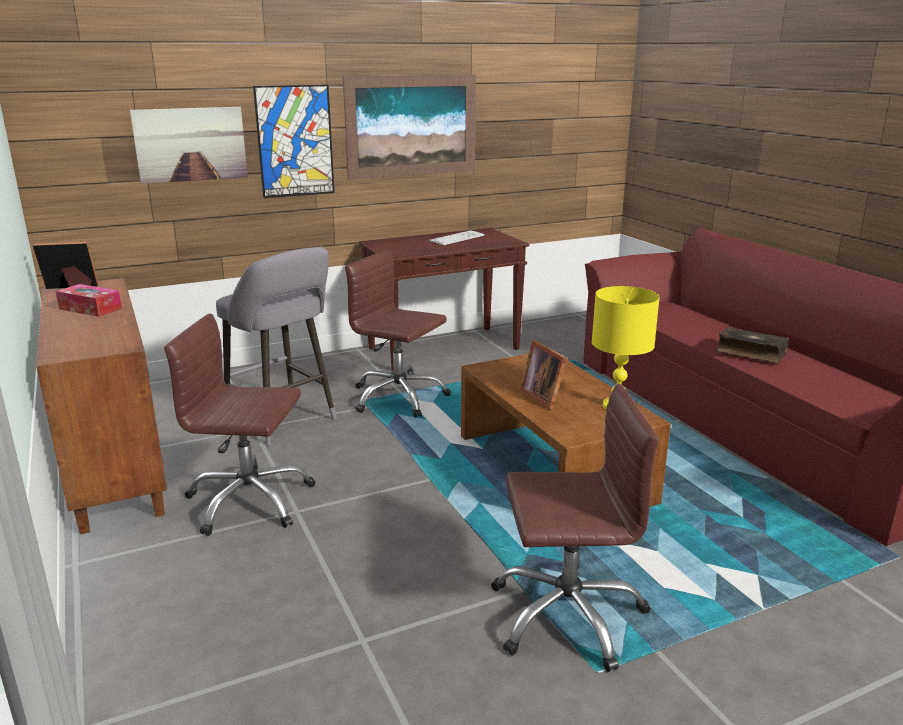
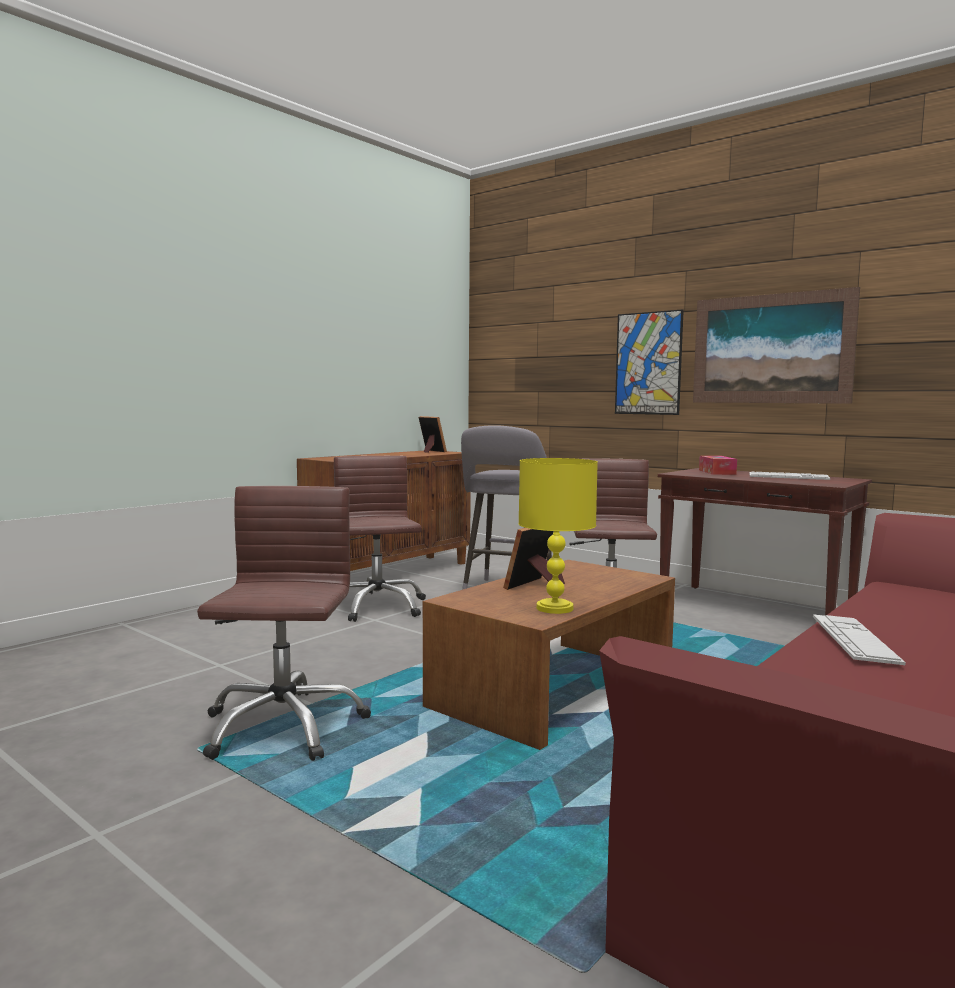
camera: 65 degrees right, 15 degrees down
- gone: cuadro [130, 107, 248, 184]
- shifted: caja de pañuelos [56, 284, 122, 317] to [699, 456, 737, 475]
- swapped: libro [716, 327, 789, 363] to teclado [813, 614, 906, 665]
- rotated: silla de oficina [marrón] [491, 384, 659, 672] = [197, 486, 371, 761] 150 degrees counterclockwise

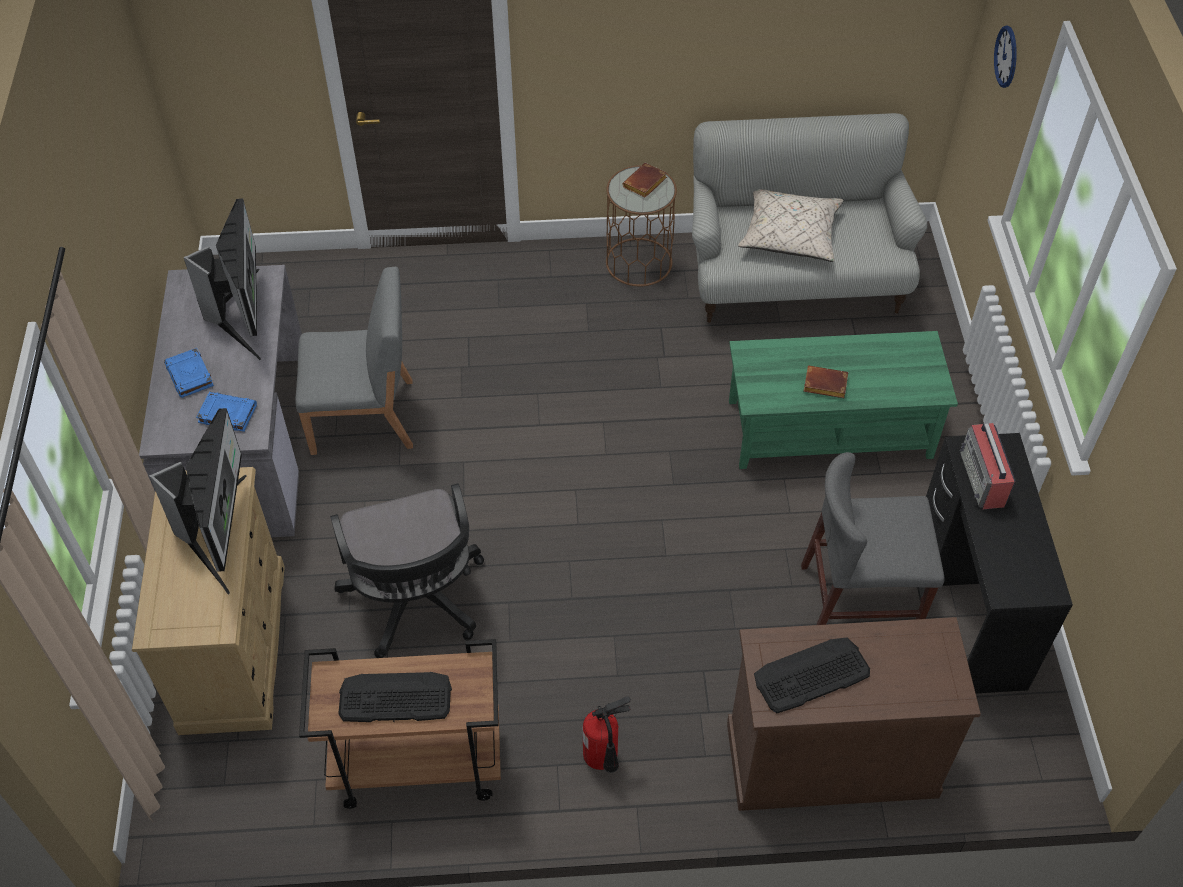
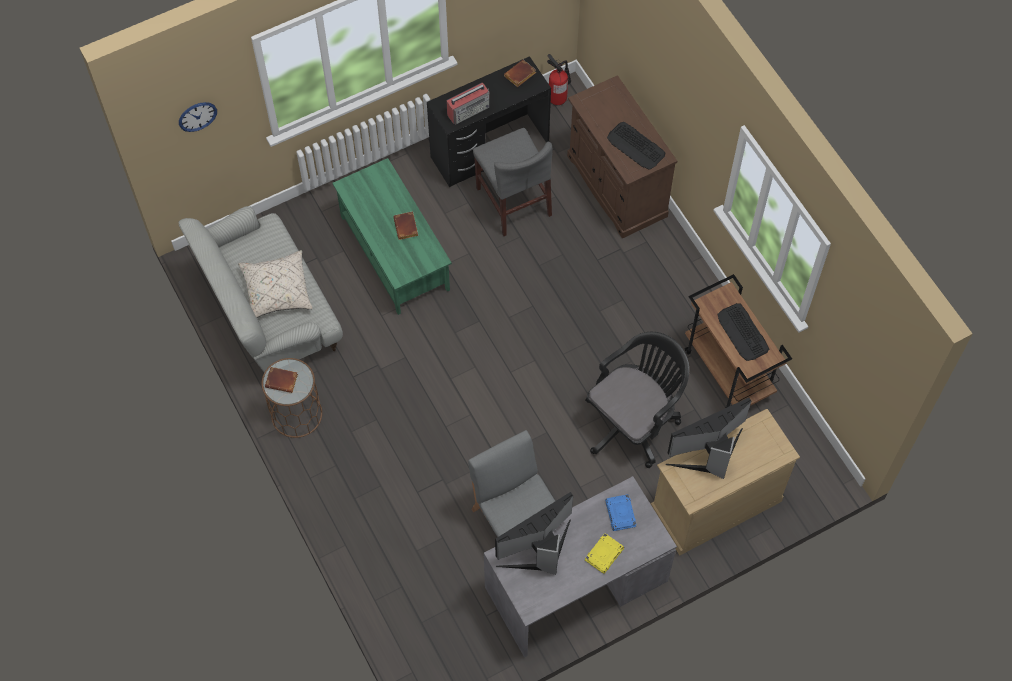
camera: 115 degrees left, 10 degrees up
- repainted: libro [azul] [164, 348, 214, 398] to libro [amarillo] [585, 533, 624, 574]
- shifted: extintor [583, 696, 631, 773] to [547, 54, 571, 105]
- new: libro [marrón] [504, 60, 536, 87]

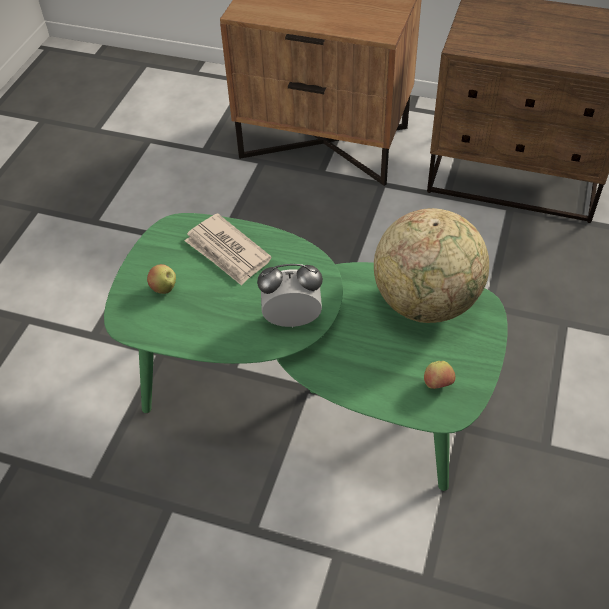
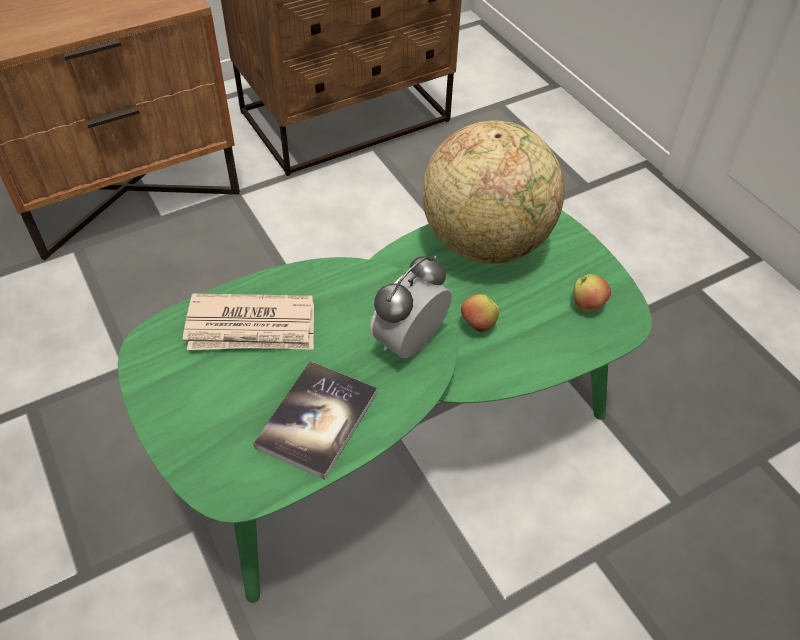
camera: 50 degrees left, 0 degrees up
- shifted: manzana [147, 264, 176, 294] to [461, 294, 499, 332]
- new: libro [253, 361, 377, 480]

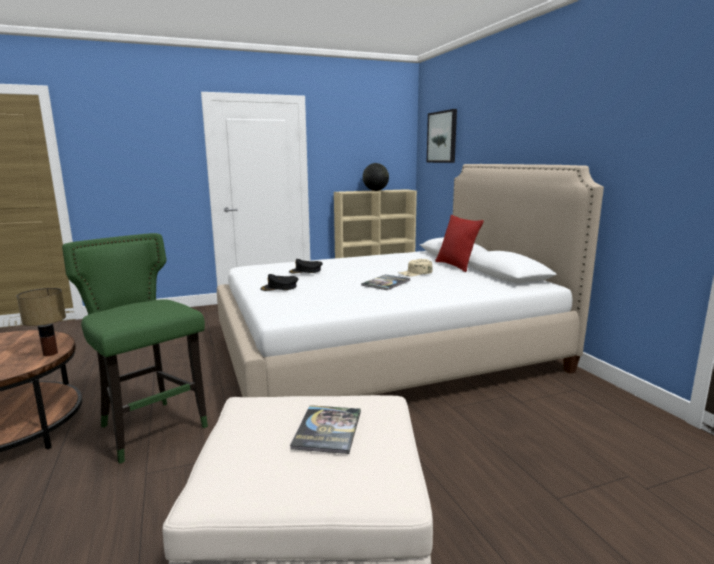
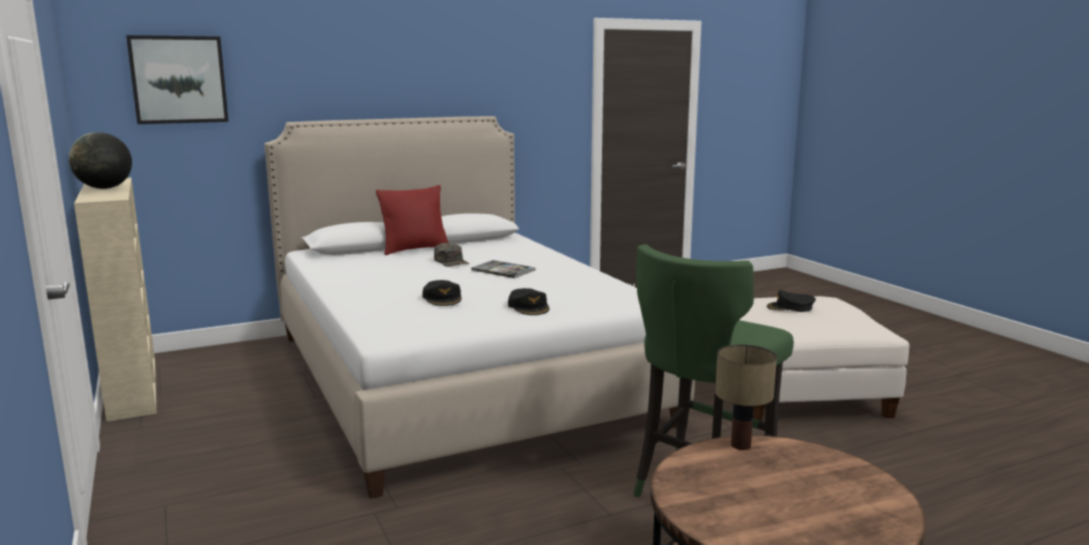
camera: 95 degrees left, 0 degrees up
- repainted: gorra [beis] [398, 259, 433, 277] to gorra [verde] [434, 243, 469, 267]
- swapped: libro [290, 405, 361, 454] to gorra [negro] [767, 290, 816, 312]

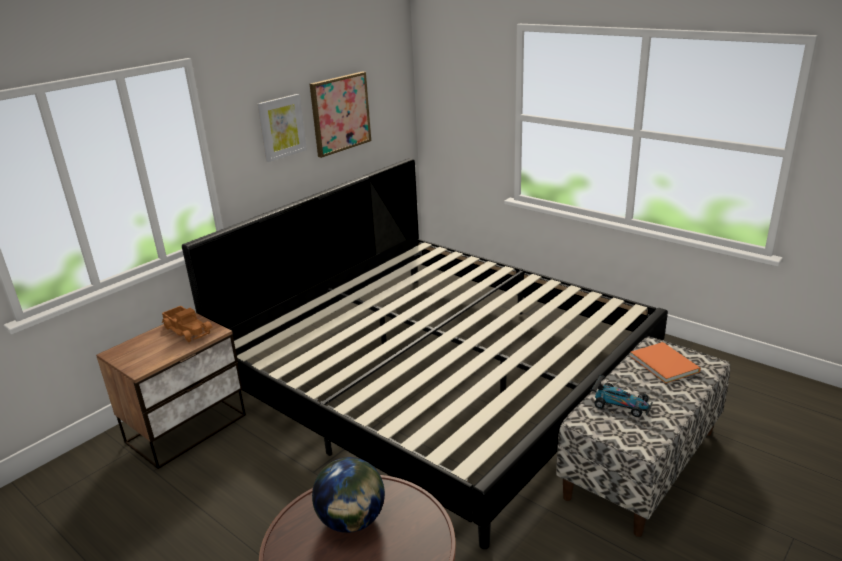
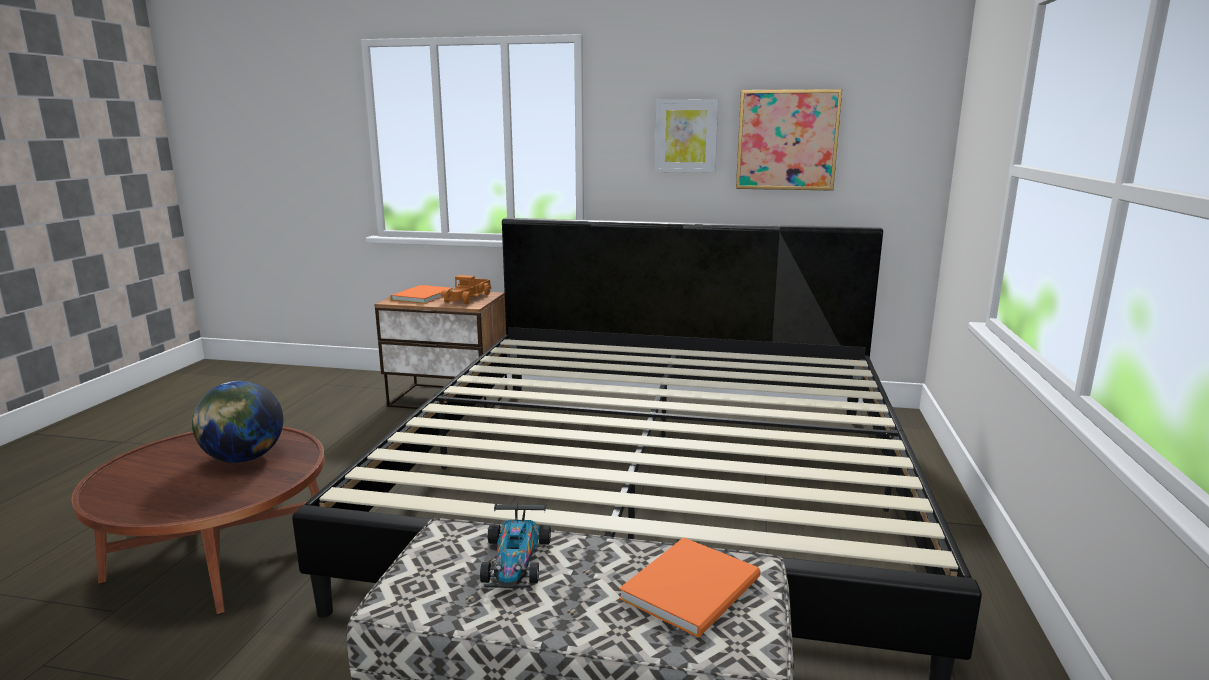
camera: 60 degrees right, 10 degrees down
- new: libro [naranja] [390, 285, 453, 304]

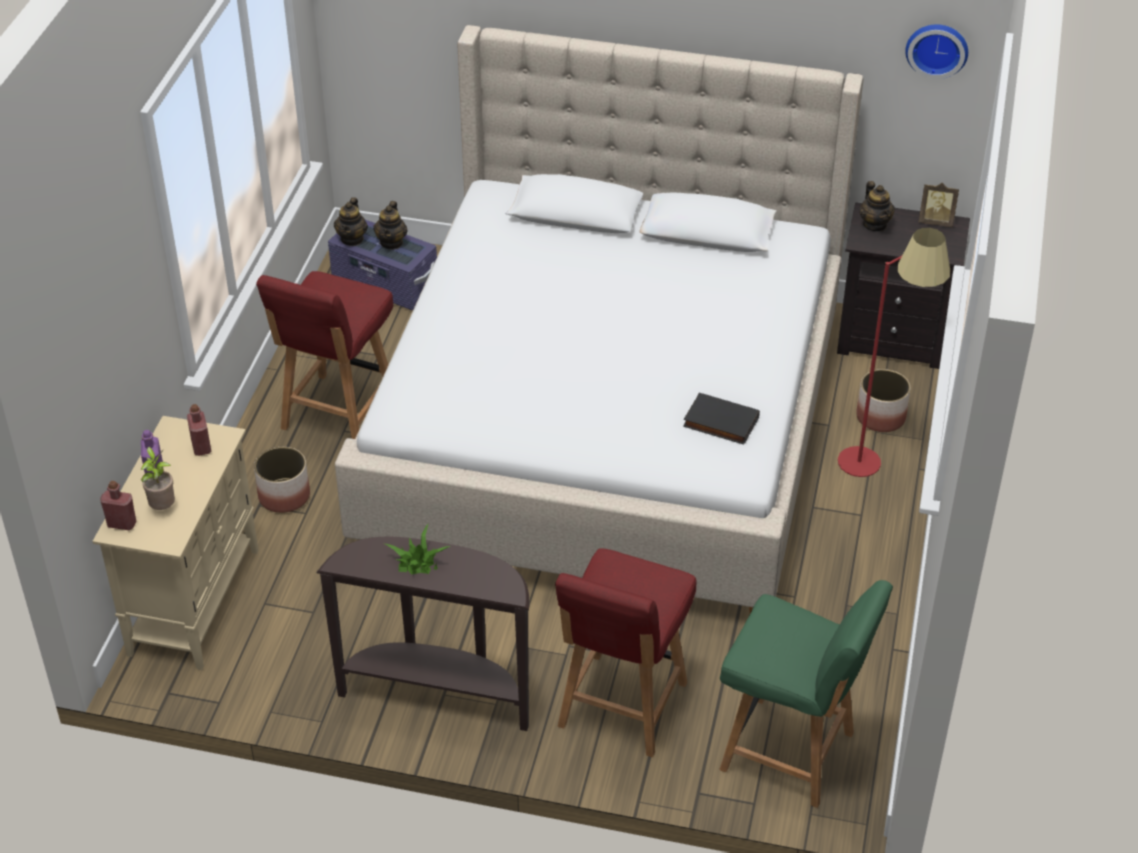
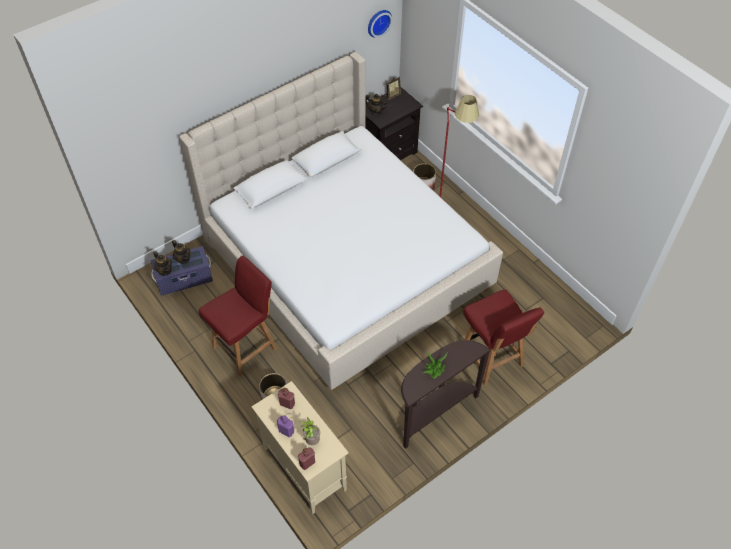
camera: 50 degrees left, 10 degrees up
- rotated: silla [rojo] [256, 271, 393, 439] = [199, 256, 277, 377] 105 degrees counterclockwise
- gone: libro [negro] [683, 393, 760, 445]
- gone: silla [verde] [720, 580, 893, 808]

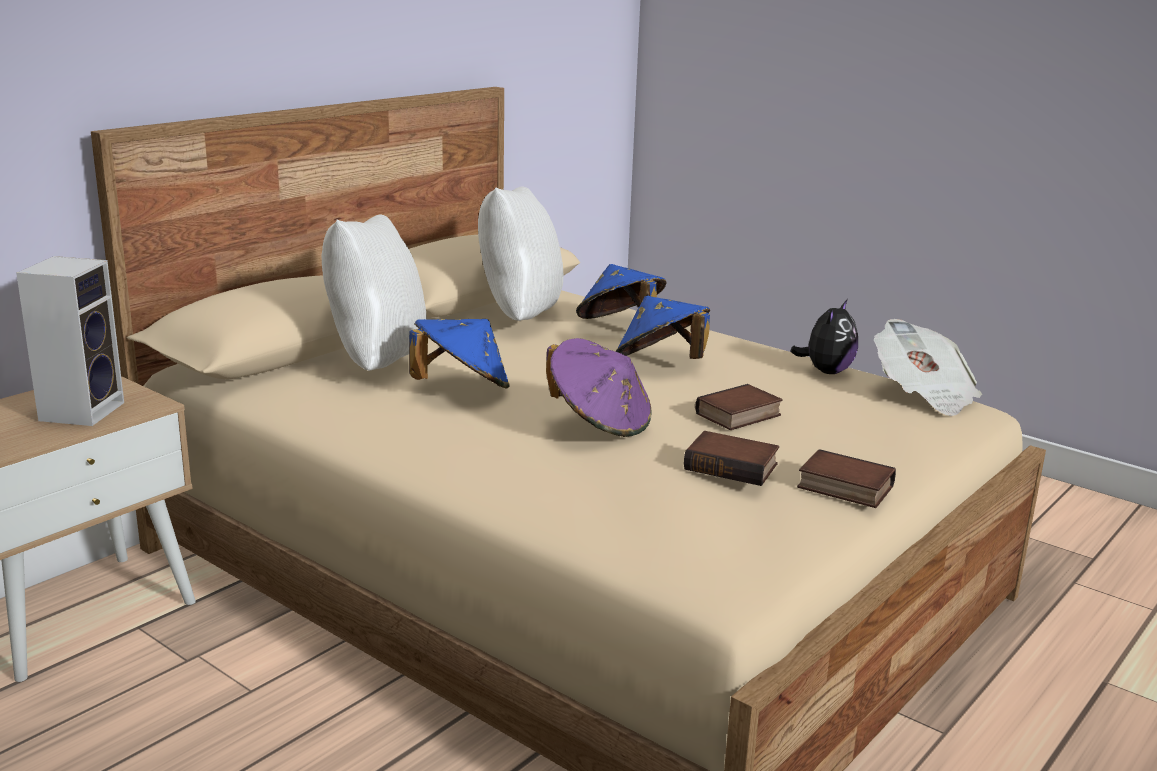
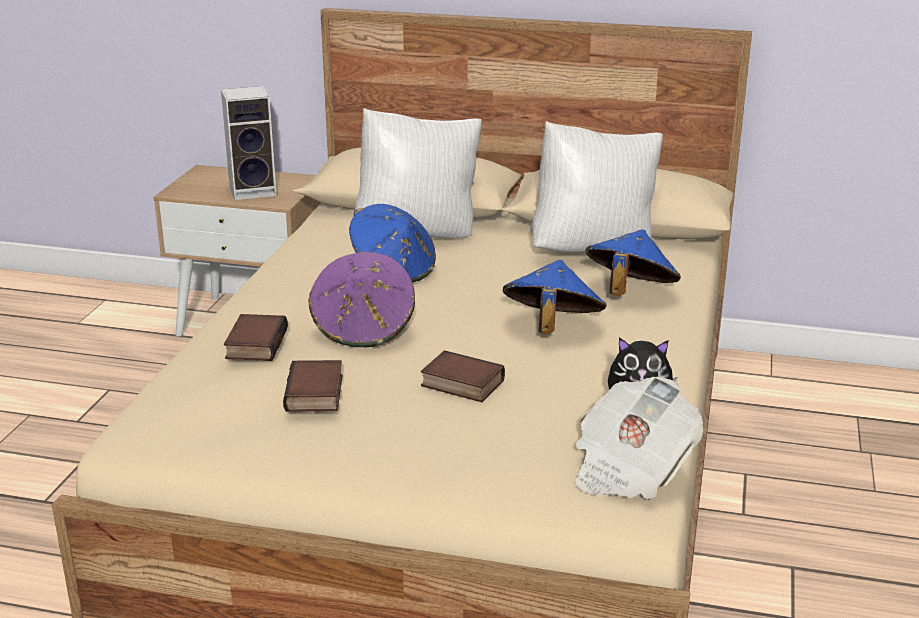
camera: 65 degrees right, 5 degrees up
- shifted: libro [797, 449, 896, 508] to [224, 314, 288, 361]

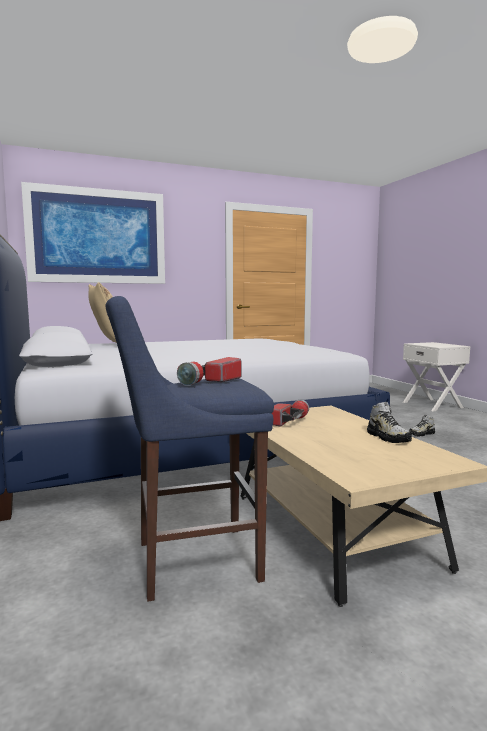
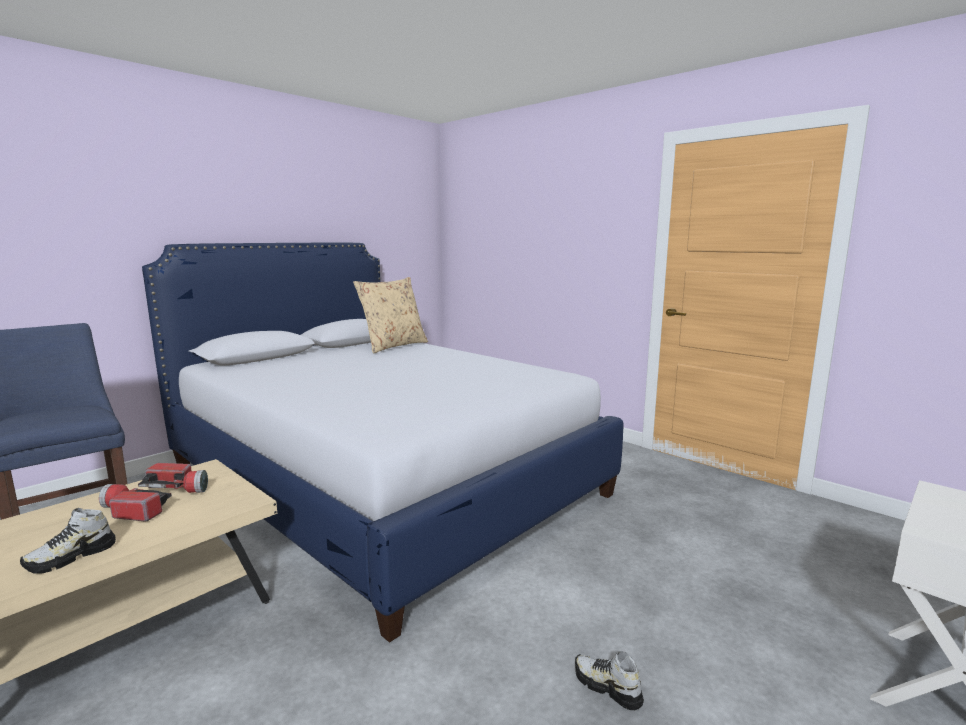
camera: 65 degrees right, 5 degrees up
- gone: cuadro [21, 182, 165, 284]
- shifted: linterna [177, 357, 241, 386] to [99, 484, 172, 522]

